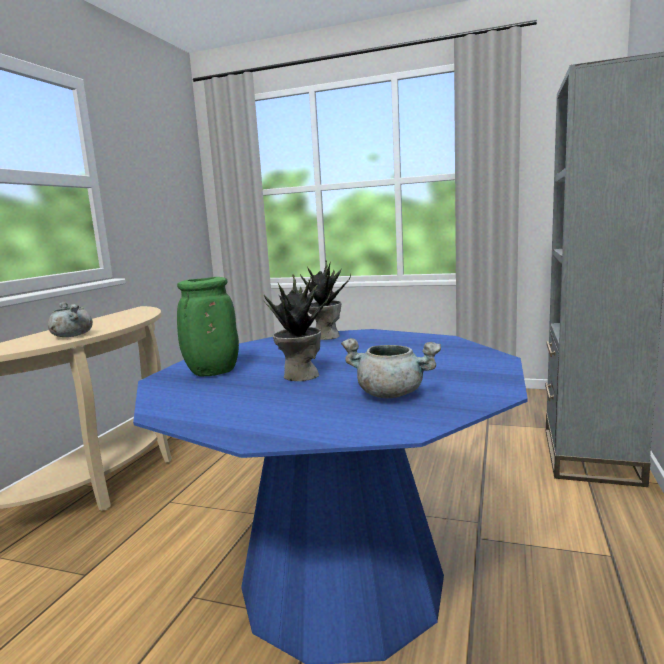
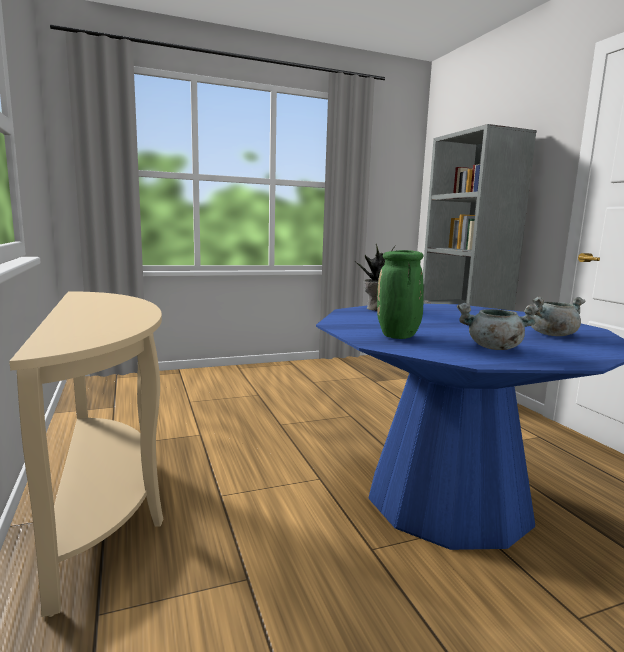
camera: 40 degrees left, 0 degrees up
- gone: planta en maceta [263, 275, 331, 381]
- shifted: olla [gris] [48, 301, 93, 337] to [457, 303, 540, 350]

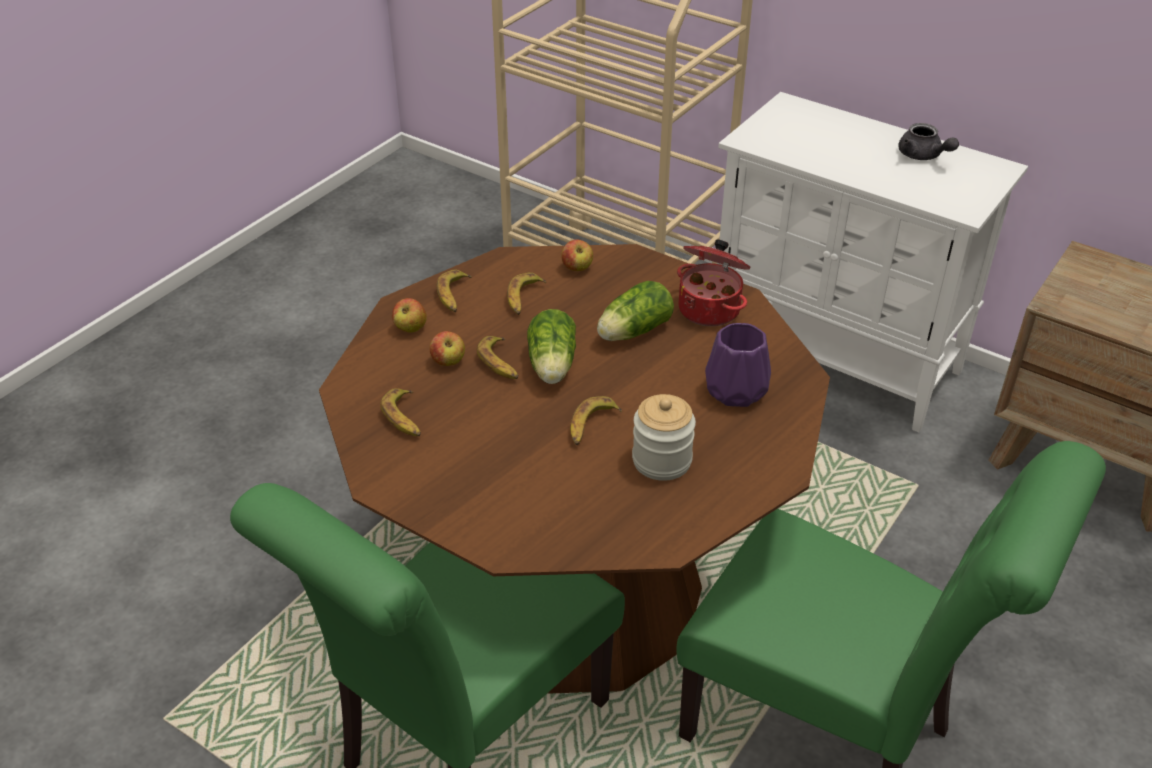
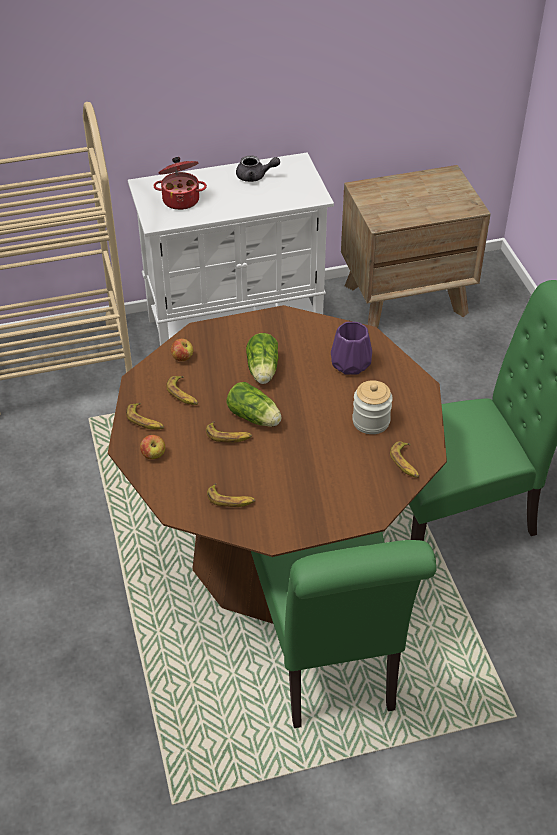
camera: 50 degrees left, 5 degrees up
- shifted: olla [677, 239, 751, 326] to [153, 157, 207, 210]
- gone: manzana [430, 331, 465, 366]
- shifted: plátano [570, 396, 622, 445] to [390, 441, 419, 478]

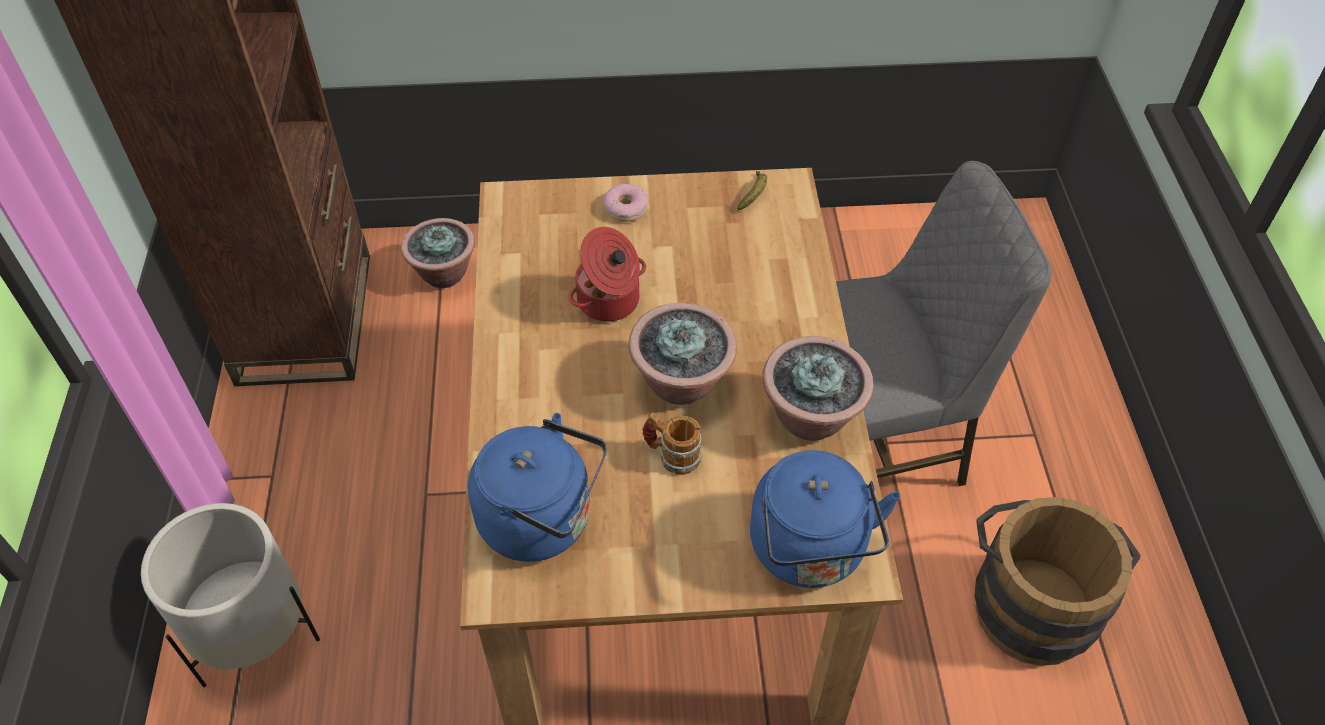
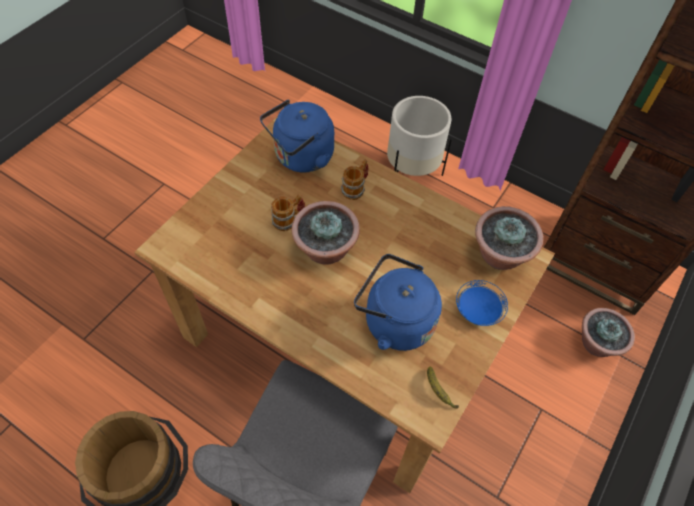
camera: 125 degrees right, 5 degrees up
- swapped: rosquilla [603, 184, 648, 222] to plato [azul] [456, 280, 508, 326]
- gone: olla [569, 227, 646, 322]
- shifted: planta en maceta [763, 336, 874, 441] to [475, 206, 544, 270]
- shifted: hervidor [azul] [750, 450, 901, 588] to [354, 254, 442, 351]
- new: taza grande [341, 159, 368, 200]

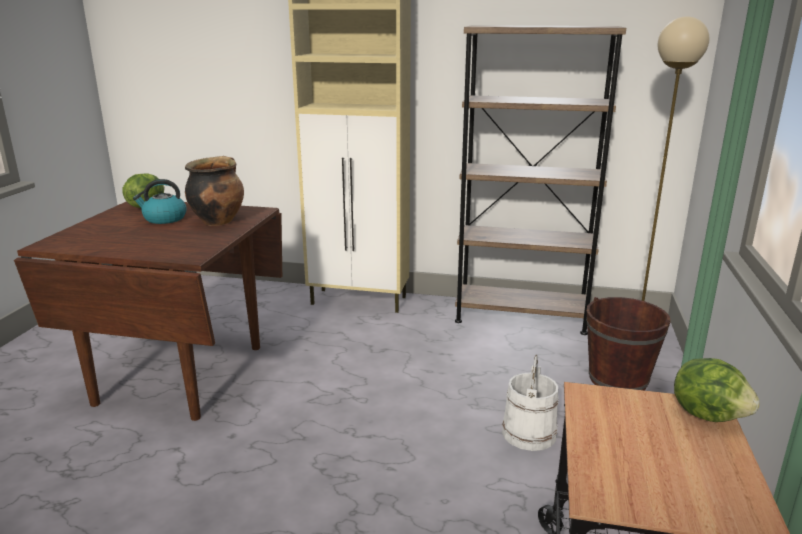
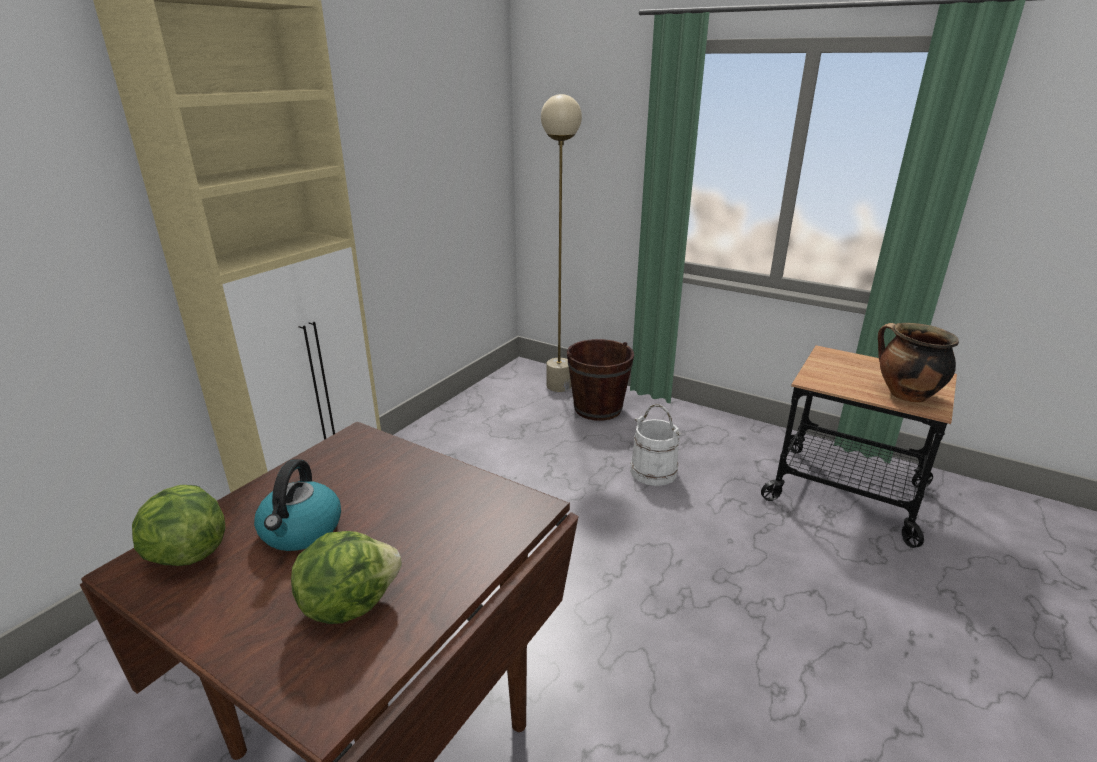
camera: 70 degrees left, 5 degrees up
- gone: estantería [marrón] [455, 25, 626, 335]
- shifted: olla [185, 156, 244, 226] to [878, 323, 959, 403]
- shifted: lechuga [674, 358, 760, 422] to [291, 531, 402, 624]

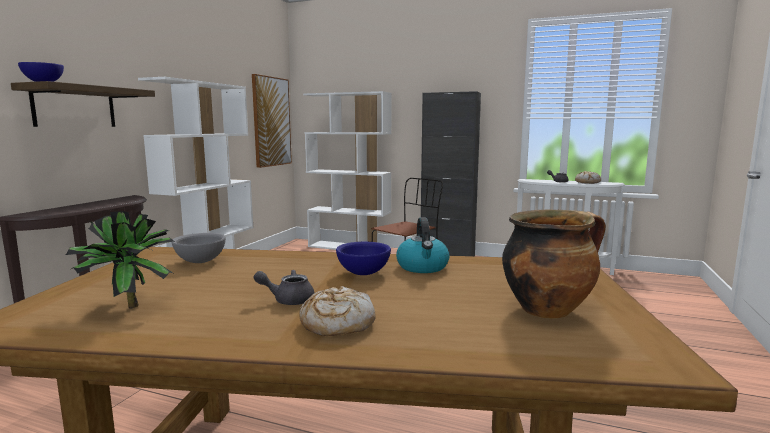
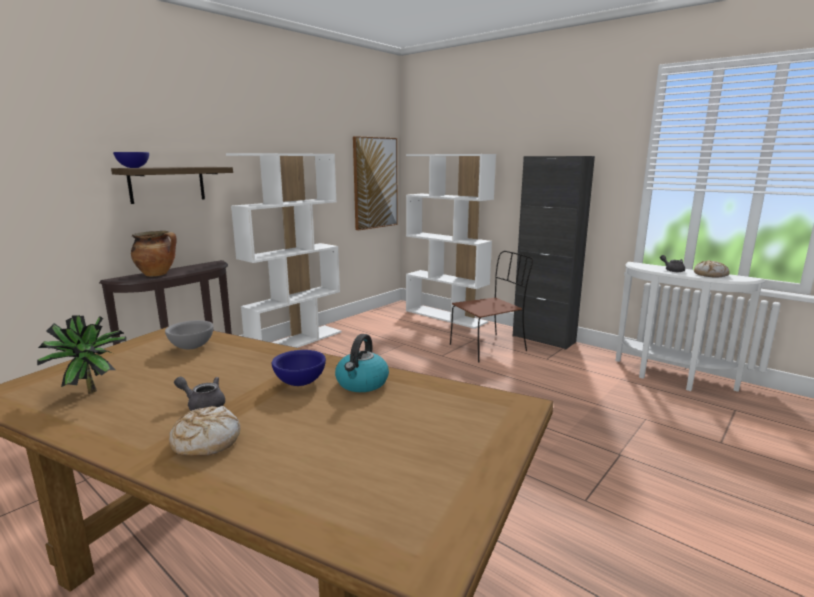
camera: 20 degrees right, 5 degrees up
- shifted: olla [502, 210, 606, 319] to [131, 231, 177, 276]

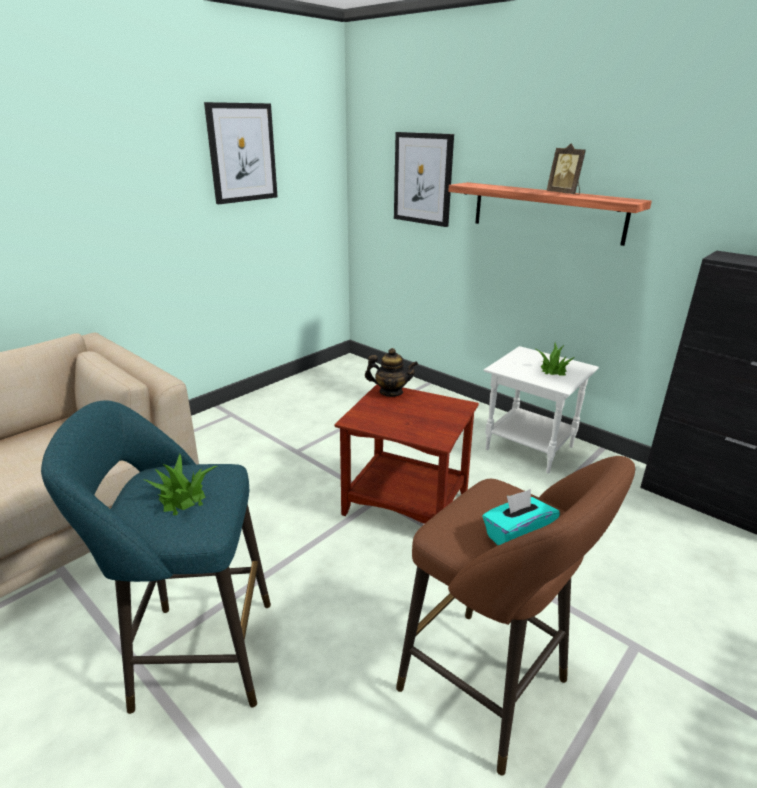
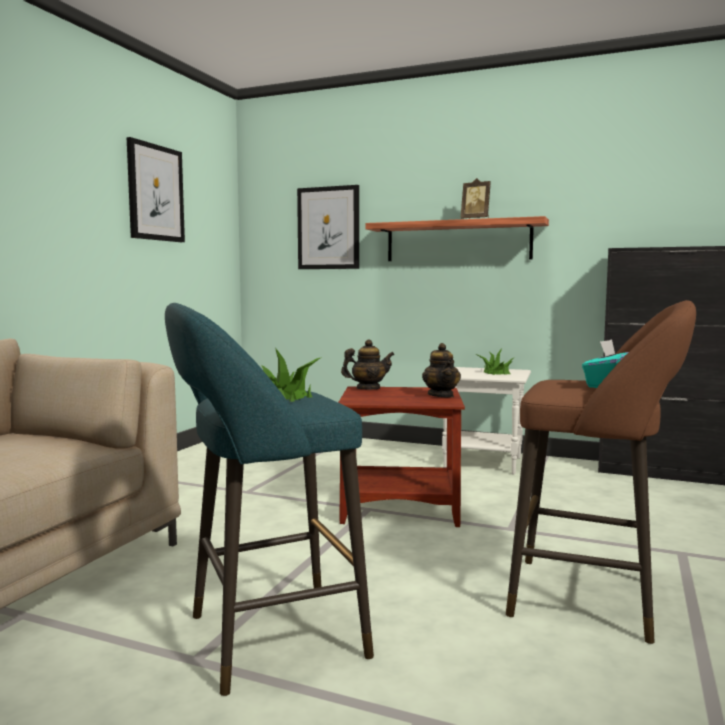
camera: 20 degrees left, 20 degrees down
- new: tetera [422, 343, 461, 398]

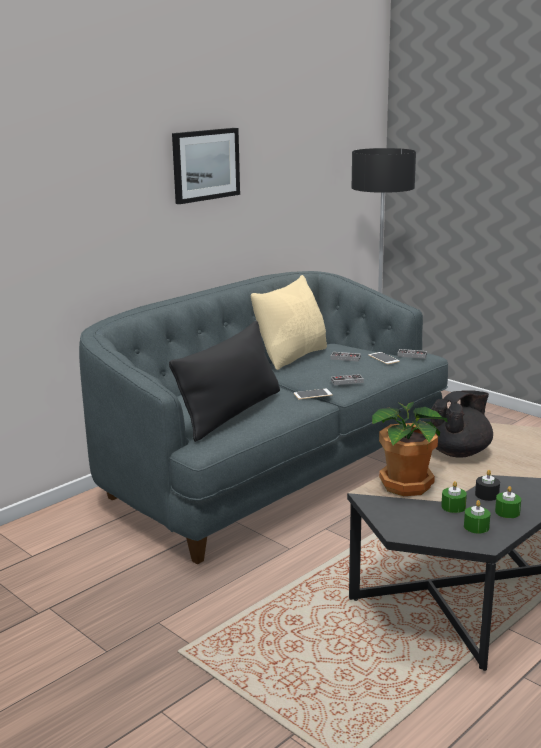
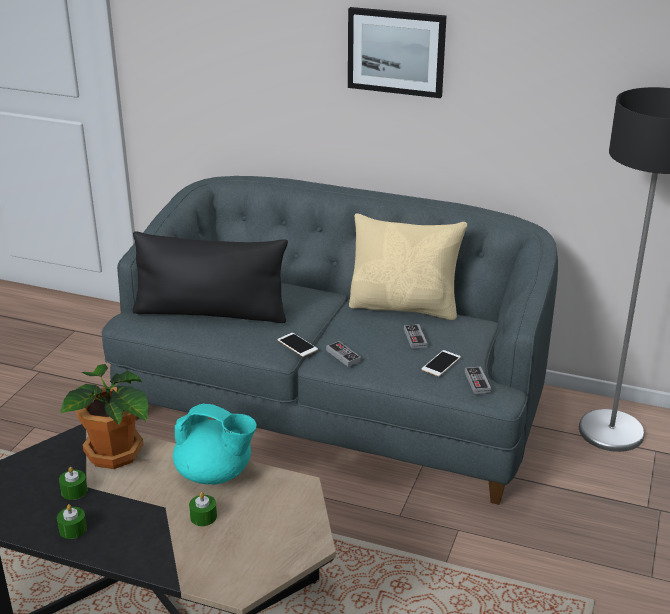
camera: 65 degrees right, 10 degrees up
- repainted: tetera [negro] [430, 390, 493, 458] to tetera [turquesa] [173, 403, 257, 485]
- gone: vela [negro] [475, 470, 500, 501]
- shifted: vela [verde] [464, 500, 490, 534] to [189, 492, 217, 526]

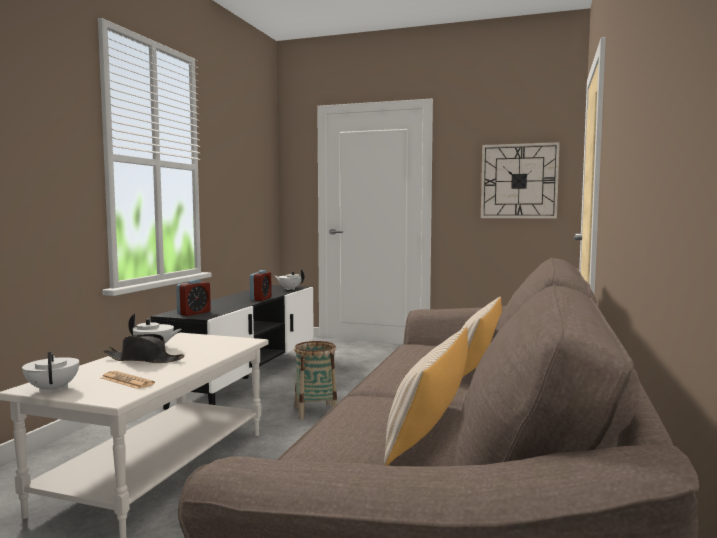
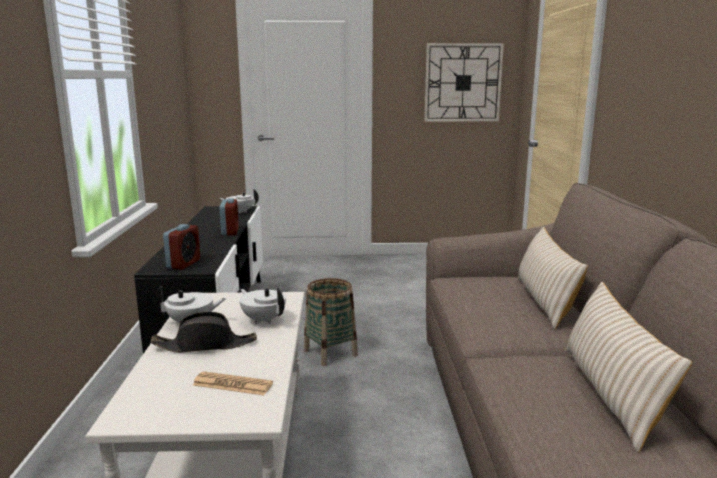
camera: 20 degrees left, 10 degrees up
- shifted: tetera [blanco] [22, 352, 79, 393] to [239, 288, 286, 324]

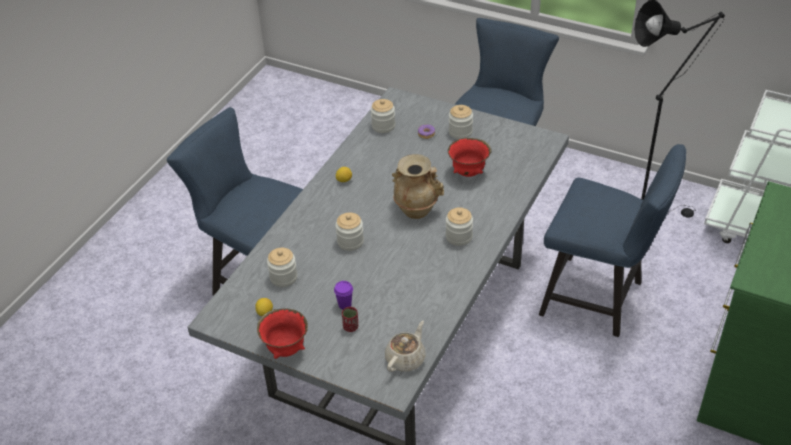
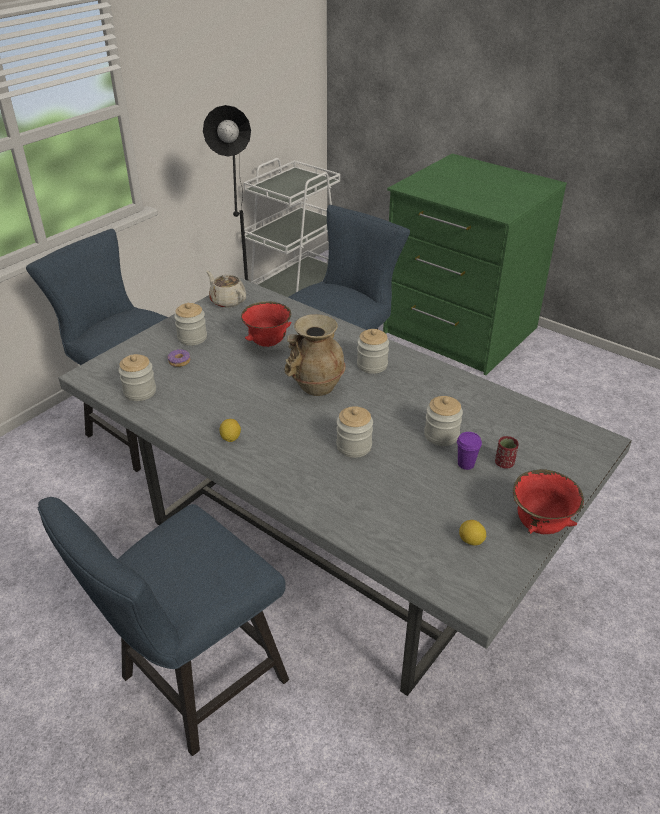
camera: 80 degrees left, 5 degrees down
- shifted: tarro [267, 248, 297, 287] to [424, 396, 463, 446]
- shifted: tetera [beis] [385, 321, 426, 372] to [206, 270, 246, 308]

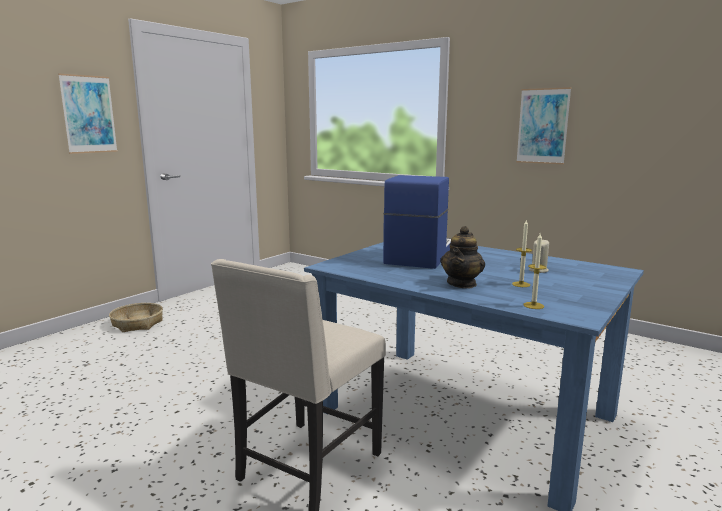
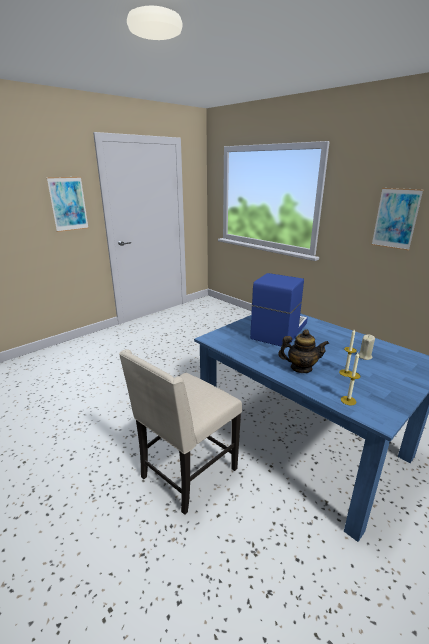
camera: 10 degrees right, 10 degrees up
- rotated: tetera [441, 226, 485, 288] = [278, 329, 329, 373] 120 degrees counterclockwise
- gone: cesta [109, 303, 163, 332]

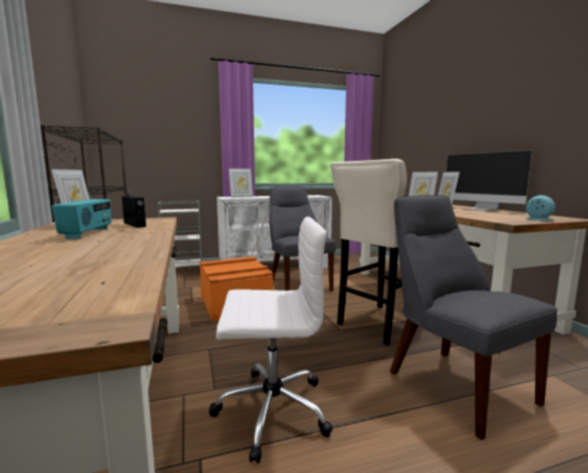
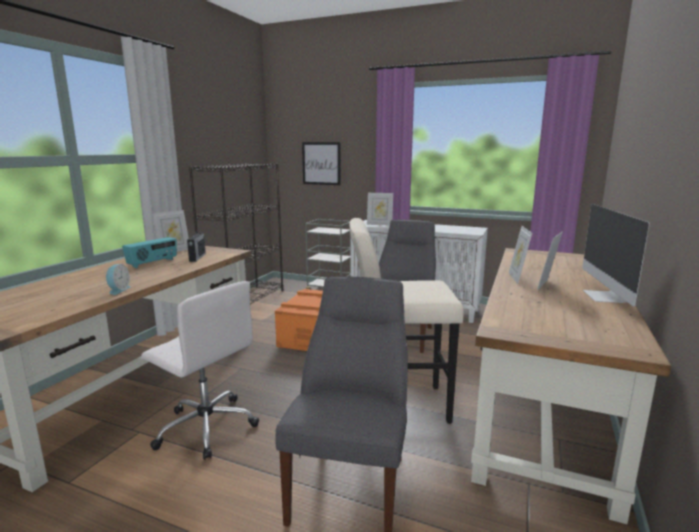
camera: 40 degrees right, 5 degrees up
- shifted: despertador [525, 195, 555, 221] to [106, 264, 130, 295]
- new: cuadro [302, 142, 341, 185]

